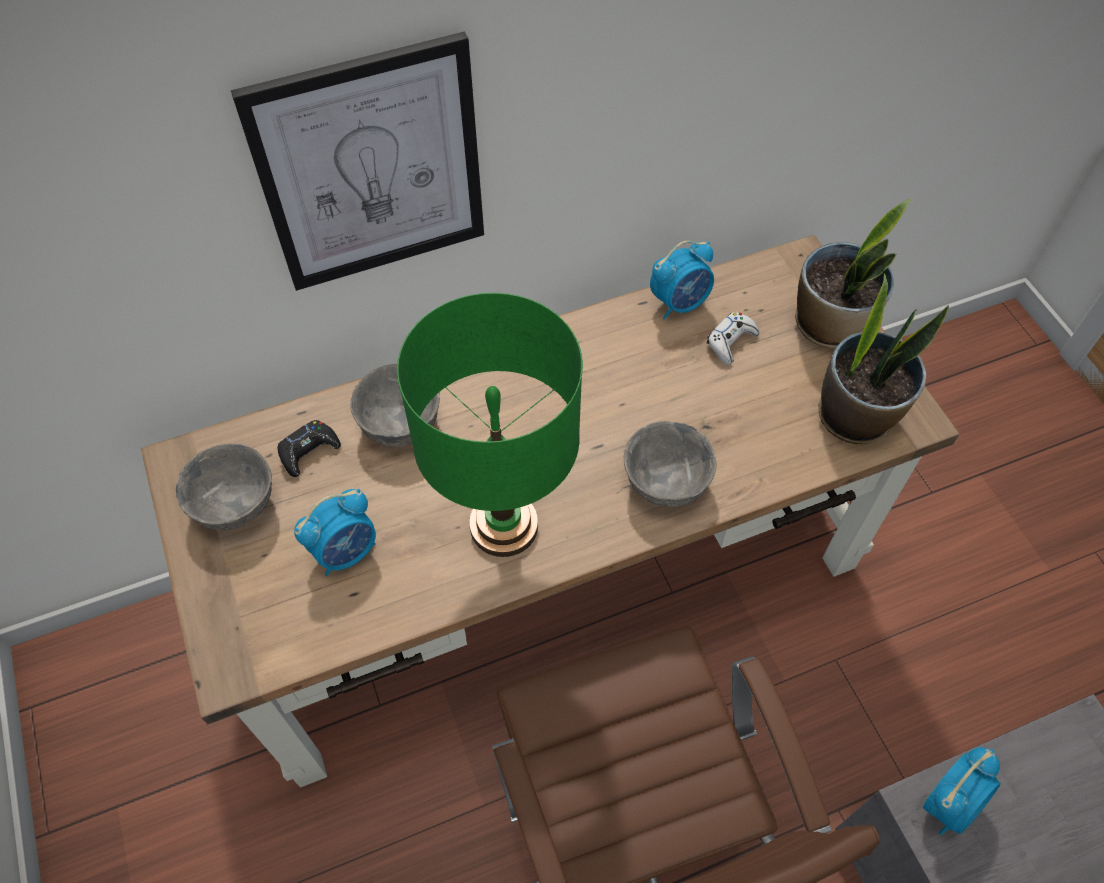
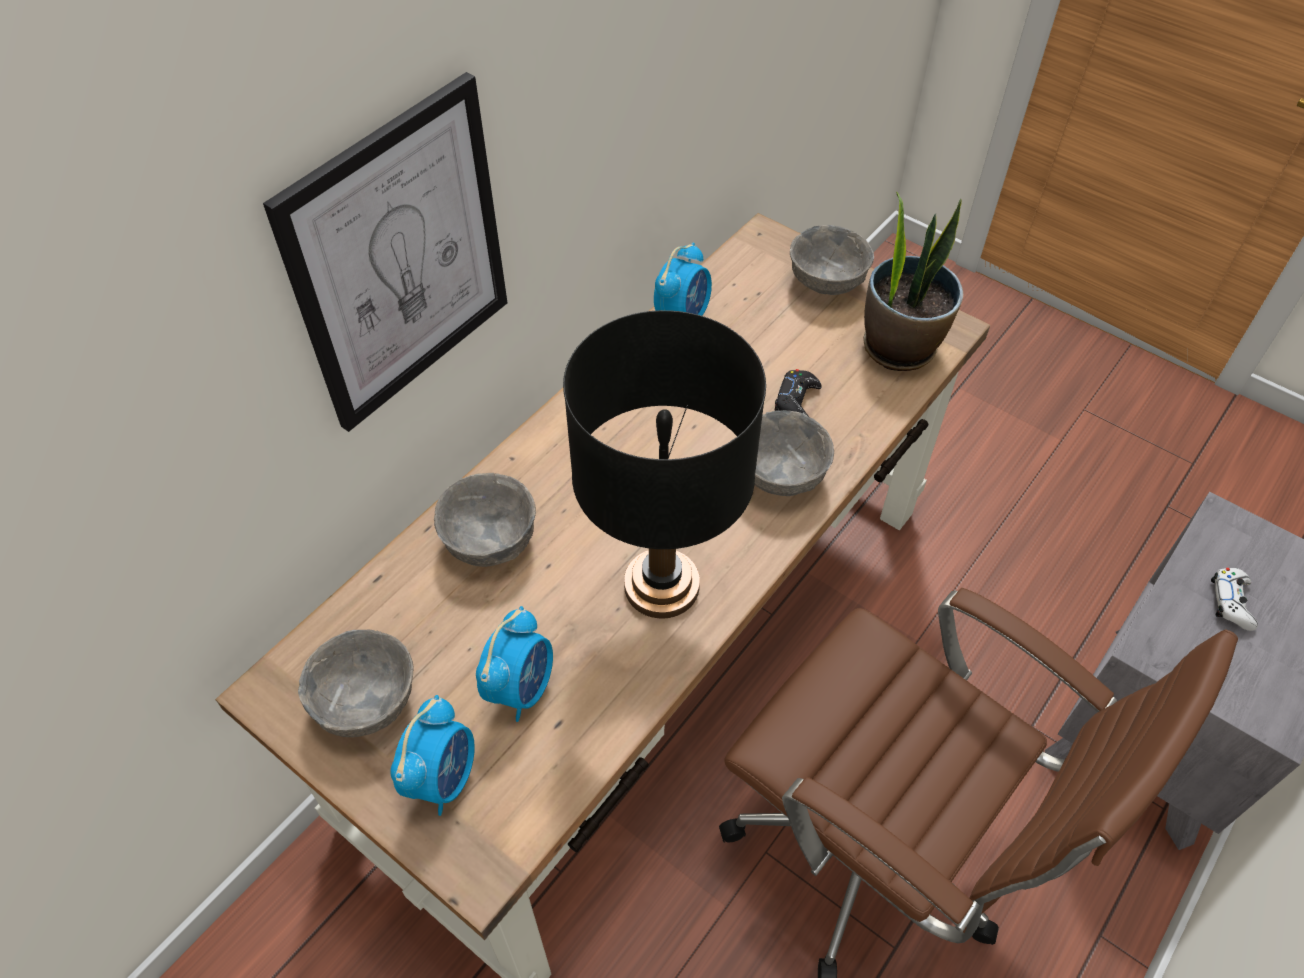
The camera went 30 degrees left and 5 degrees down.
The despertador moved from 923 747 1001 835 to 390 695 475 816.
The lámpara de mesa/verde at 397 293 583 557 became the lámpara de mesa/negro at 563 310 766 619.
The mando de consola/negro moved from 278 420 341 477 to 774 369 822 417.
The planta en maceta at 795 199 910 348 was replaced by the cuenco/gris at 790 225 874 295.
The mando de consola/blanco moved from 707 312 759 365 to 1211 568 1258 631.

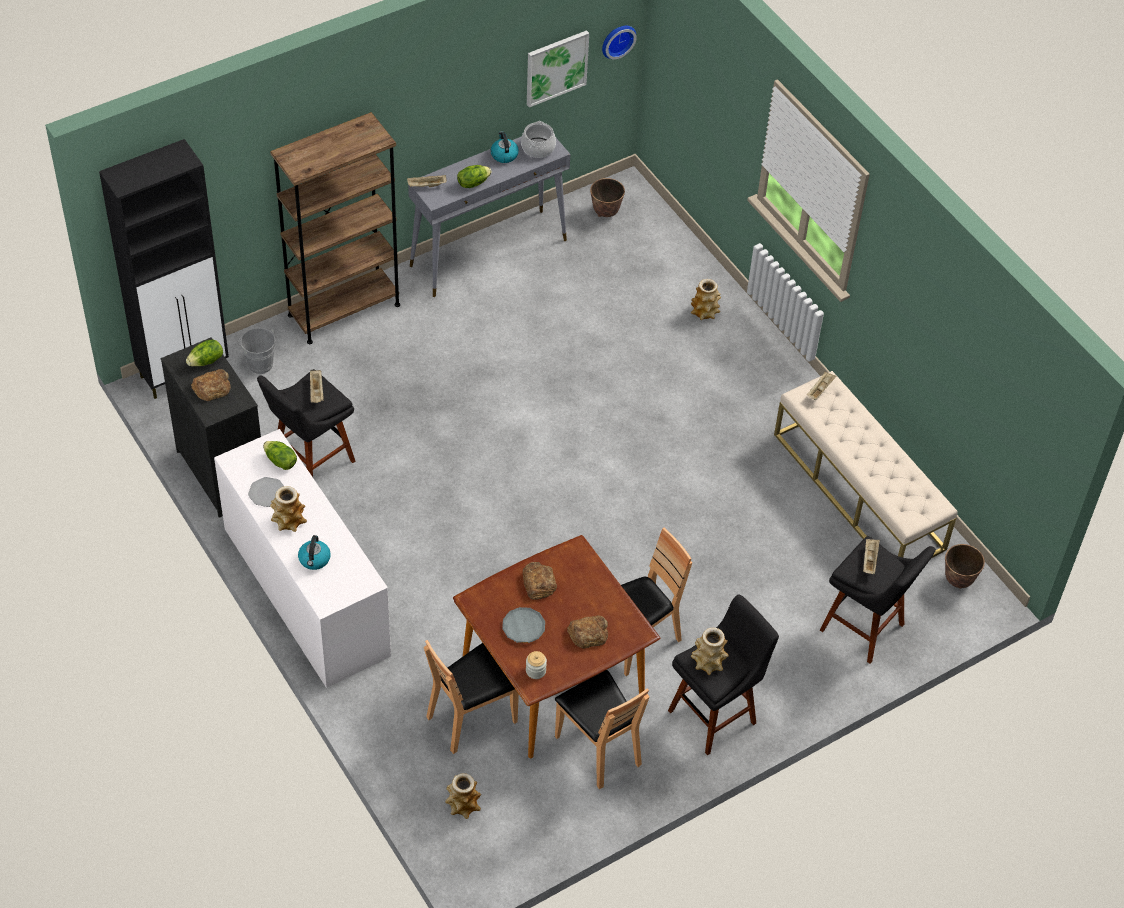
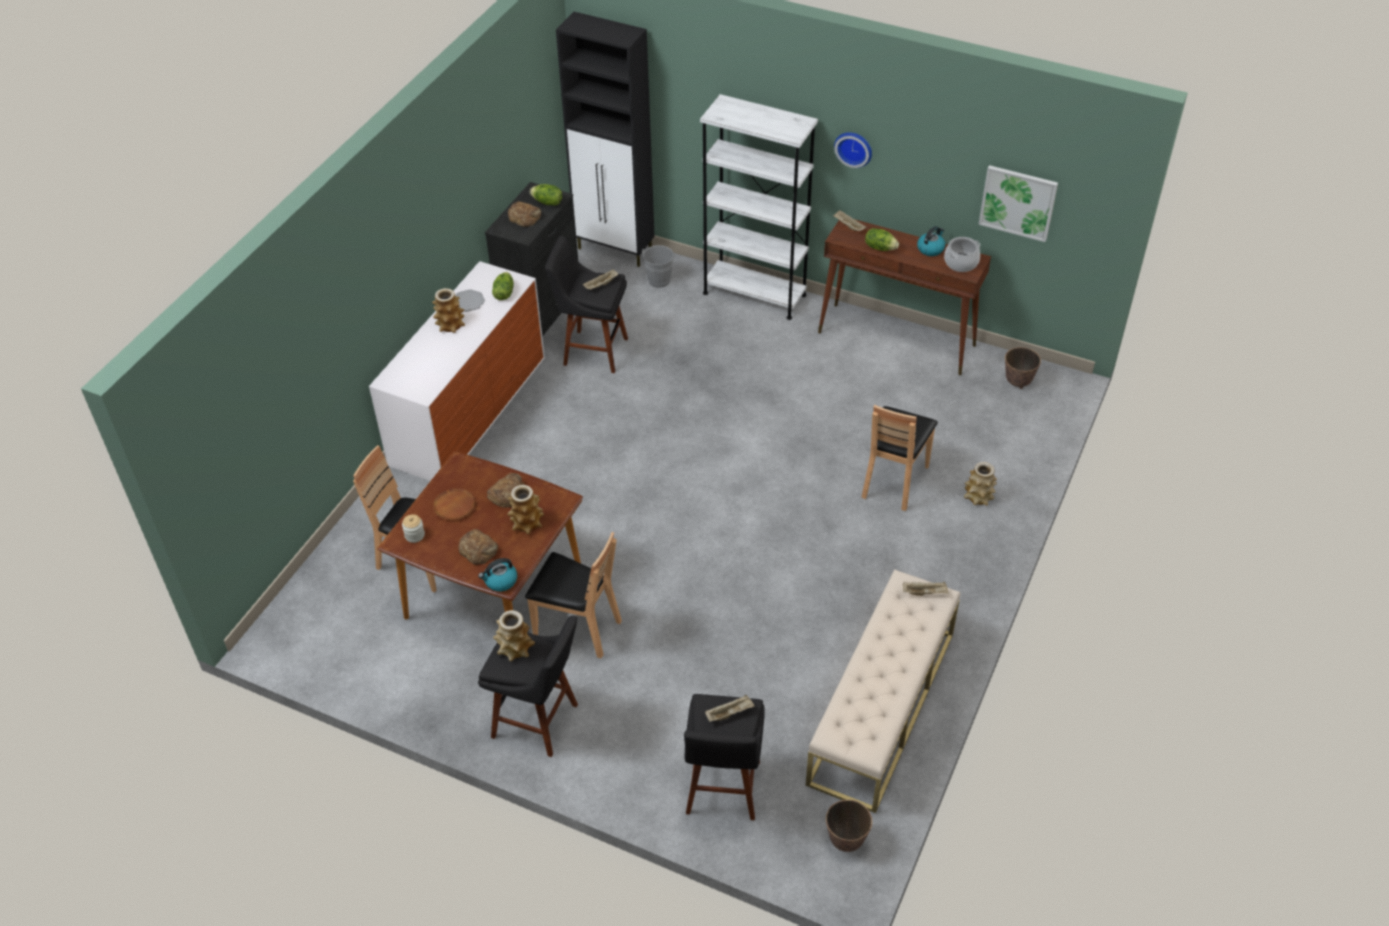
The camera went 60 degrees right and 5 degrees down.
The plato/gris at 502 607 545 643 became the plato/marrón at 433 488 476 520.
The hervidor moved from 298 535 331 570 to 478 558 517 592.
The florero moved from 445 773 481 819 to 507 485 544 534.
The estantería/marrón at 270 112 400 344 became the estantería/blanco at 700 94 818 320.
The mesa consola/gris at 408 136 570 297 became the mesa consola/marrón at 818 219 991 375.
The reloj de pared moved from 602 26 637 59 to 834 132 872 168.
The silla/marrón moved from 555 670 649 789 to 861 405 938 511.

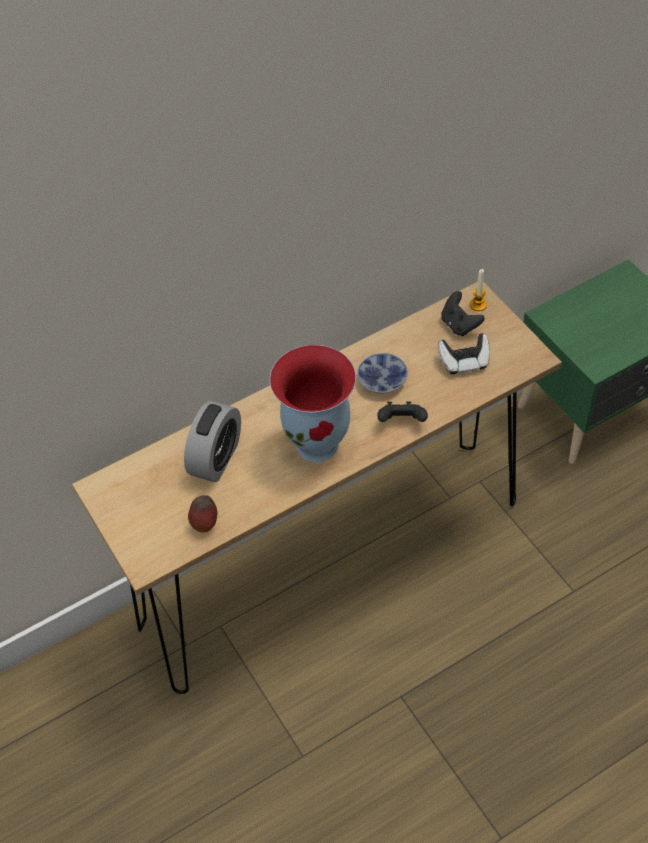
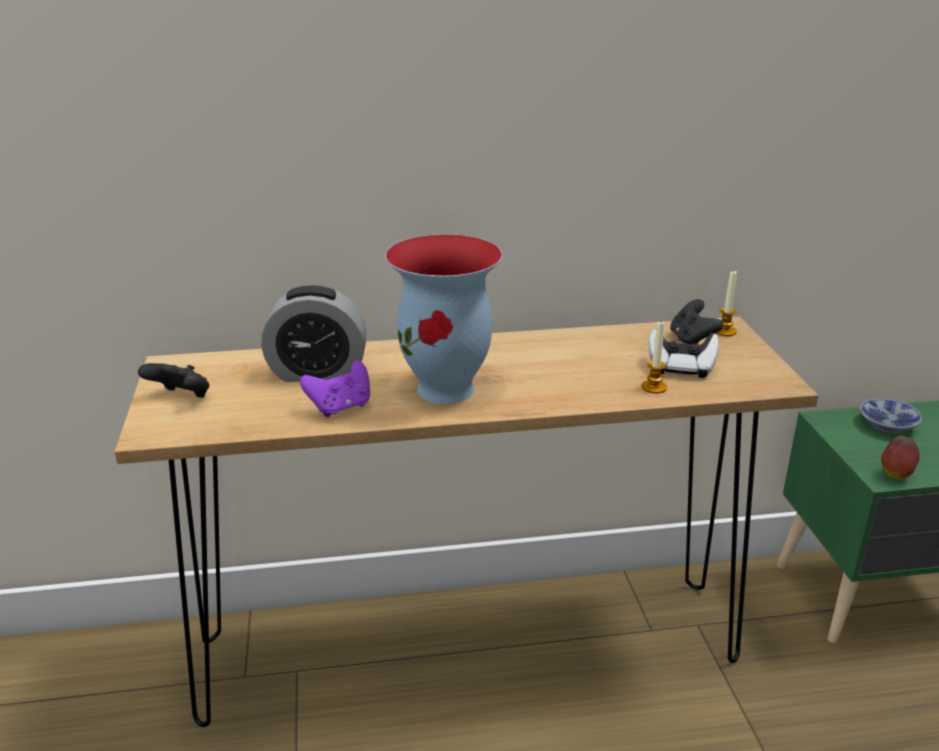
The camera went 20 degrees right and 25 degrees down.
The mando de consola/negro moved from 377 401 428 422 to 138 363 210 398.
The despertador at 184 401 241 482 turned 45 degrees clockwise.
The mando de consola/morado at 300 361 370 417 appeared.
The vela at 642 322 667 394 appeared.
The cuenco moved from 357 353 408 393 to 860 398 922 433.
The manzana moved from 188 495 217 533 to 881 436 920 480.

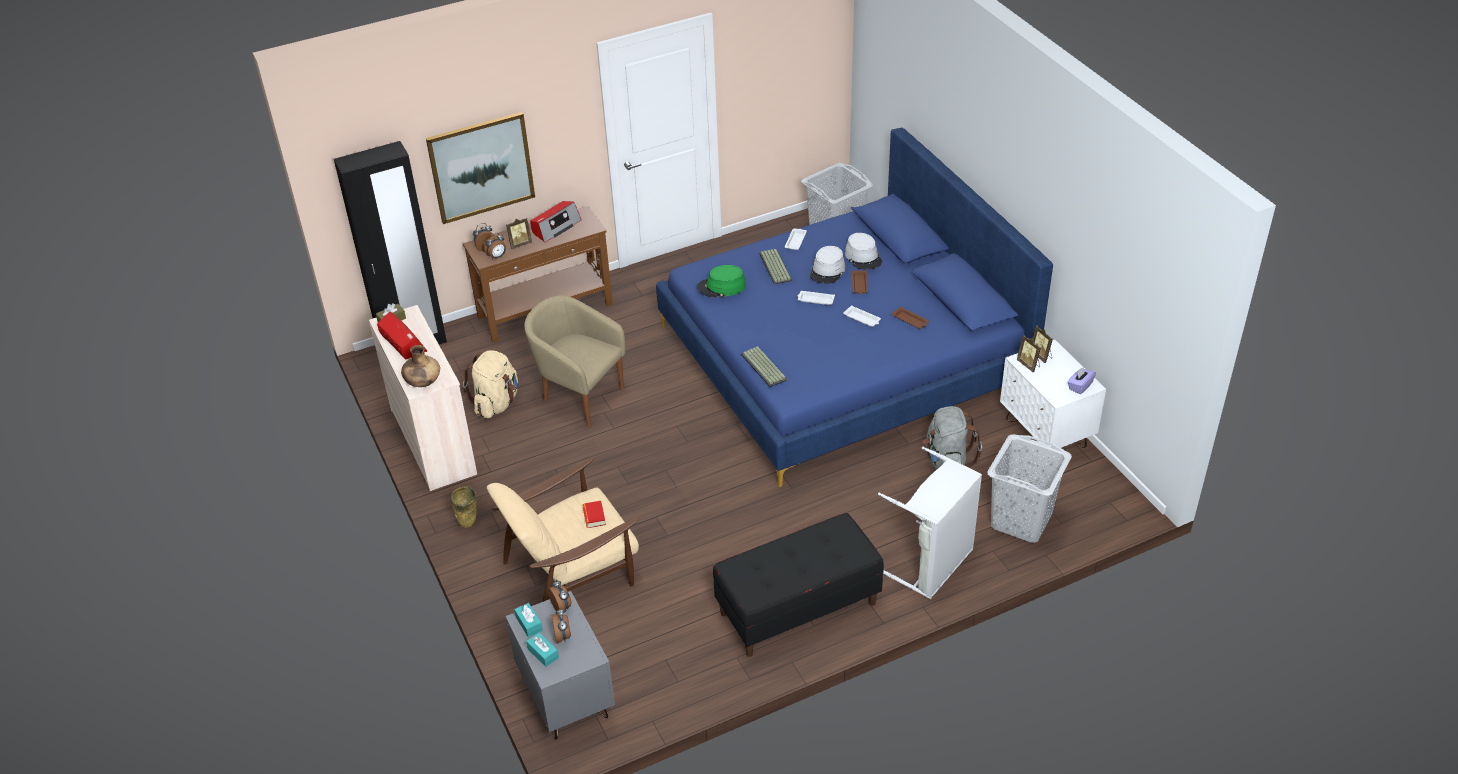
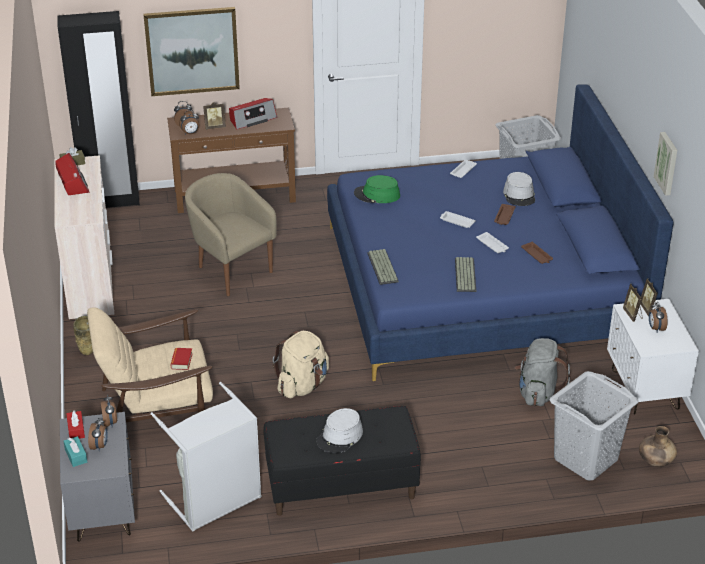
The camera went 15 degrees right and 5 degrees down.
The caja de pañuelos/turquesa at 514 603 543 637 became the caja de pañuelos/rojo at 66 410 85 439.
The cesto de la ropa/gris moved from 878 447 982 599 to 151 382 261 531.
The mochila/beis moved from 463 350 518 418 to 272 331 329 398.
The sombrero/gris moved from 810 246 845 284 to 316 408 363 453.
The teclado moved from 759 249 792 285 to 455 257 476 292.
The florero/marrón moved from 401 345 440 387 to 639 426 677 467.
The despertador at 649 302 668 332 appeared.
The cuadro at 653 132 677 196 appeared.
The caja de pañuelos/morado at 1068 367 1096 394 disappeared.

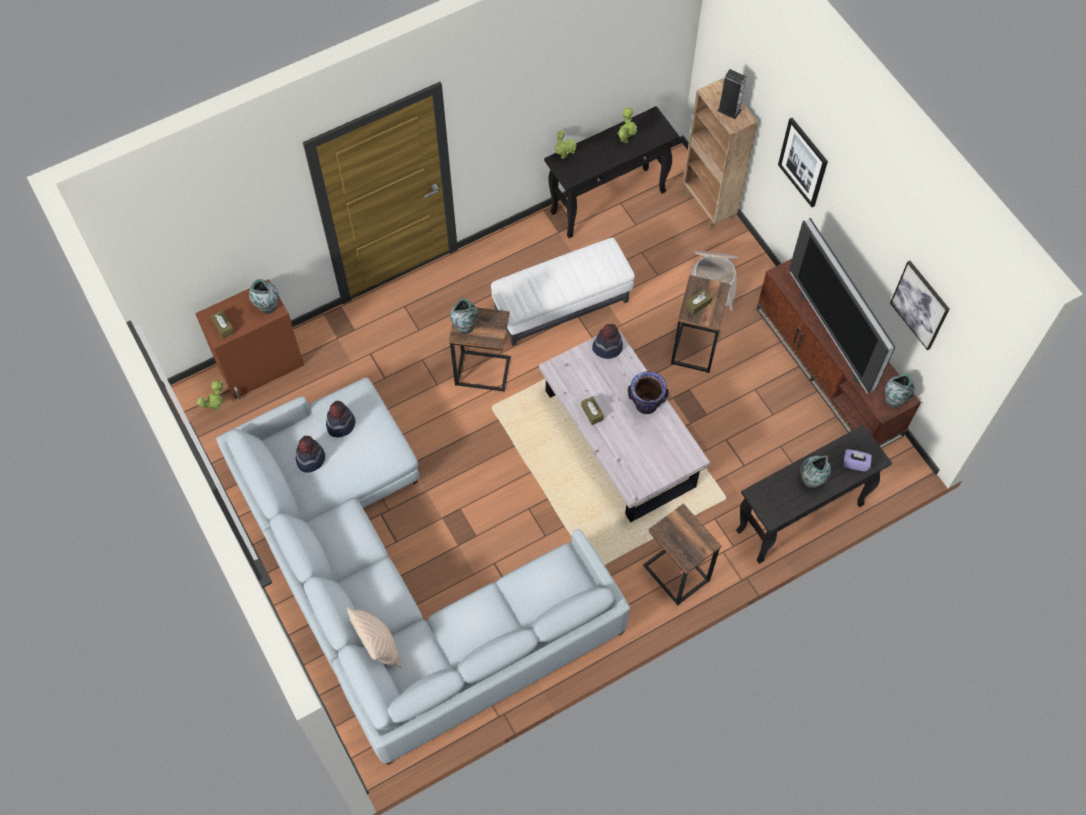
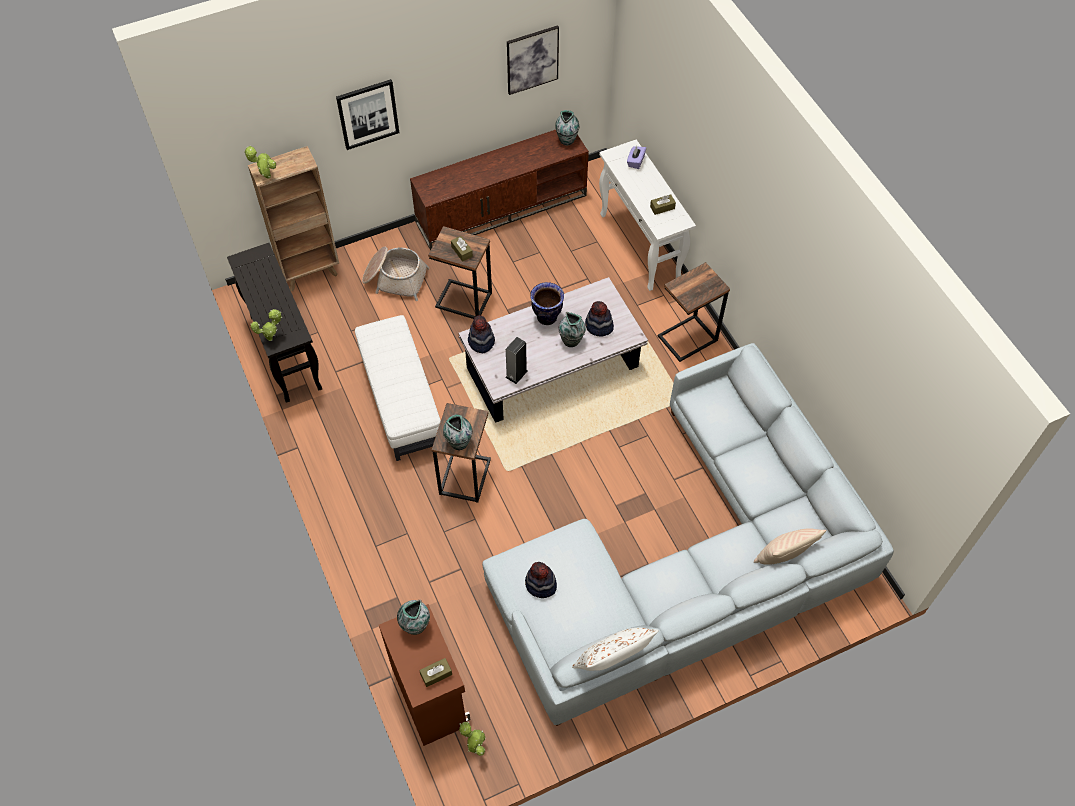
The camera went 85 degrees left and 5 degrees down.
The planta en maceta moved from 618 107 637 143 to 244 145 276 179.
The altavoz moved from 717 69 746 119 to 505 337 528 384.
The florero moved from 801 455 831 488 to 558 312 586 347.
The cojín/blanco at 572 628 659 671 appeared.
The sombrero moved from 296 436 325 473 to 585 301 614 337.
The mesa consola/negro at 736 425 892 564 became the mesa consola/blanco at 599 139 696 291.
The caja de pañuelos/marrón moved from 581 396 604 425 to 650 195 676 215.
The televisor at 789 218 895 394 disappeared.

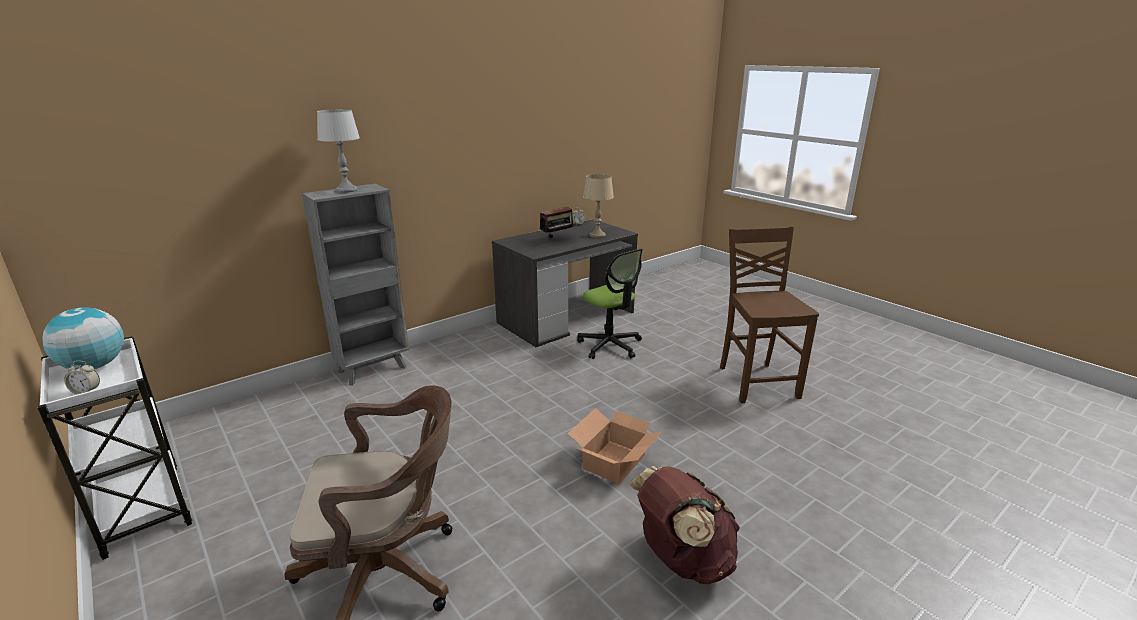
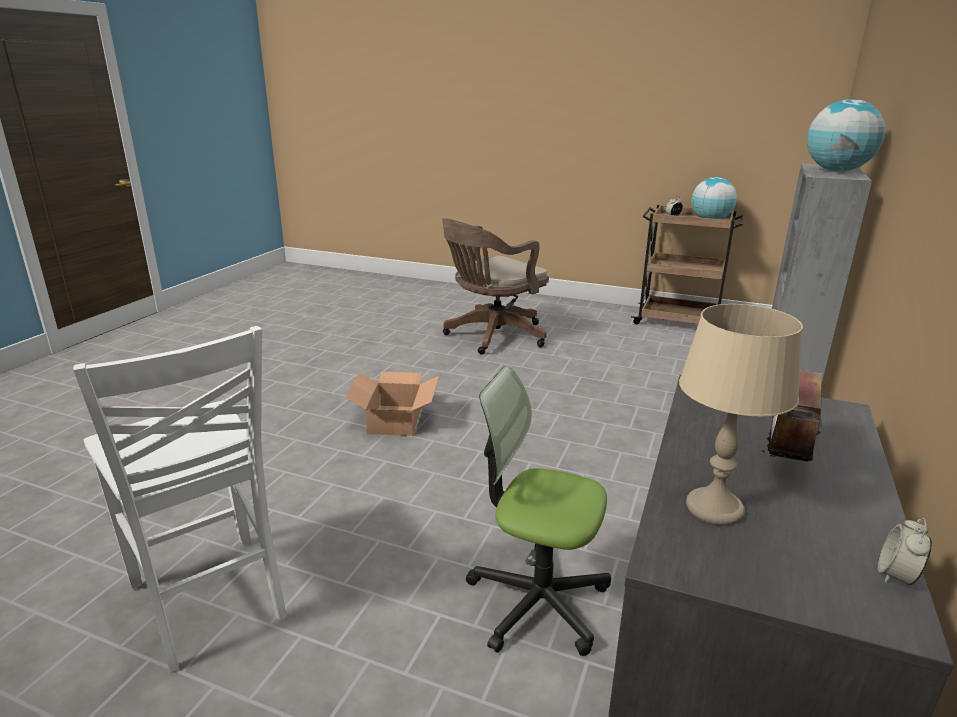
The camera went 150 degrees right and 0 degrees up.
The silla/marrón at 720 226 819 403 became the silla/blanco at 74 326 287 673.
The carrito/blanco at 37 336 192 560 became the carrito/marrón at 631 205 744 324.
The lámpara de mesa/gris at 317 109 360 193 was replaced by the globo terráqueo at 807 99 885 172.
The mochila/marrón at 629 466 740 584 disappeared.

